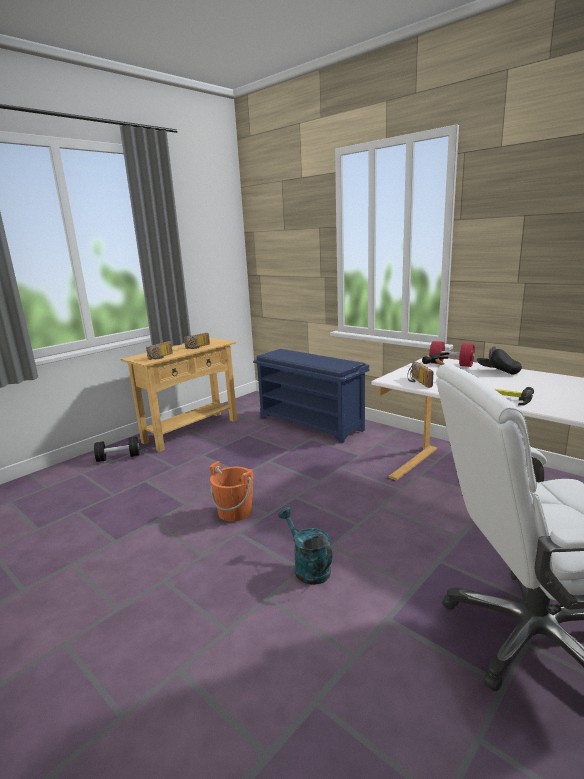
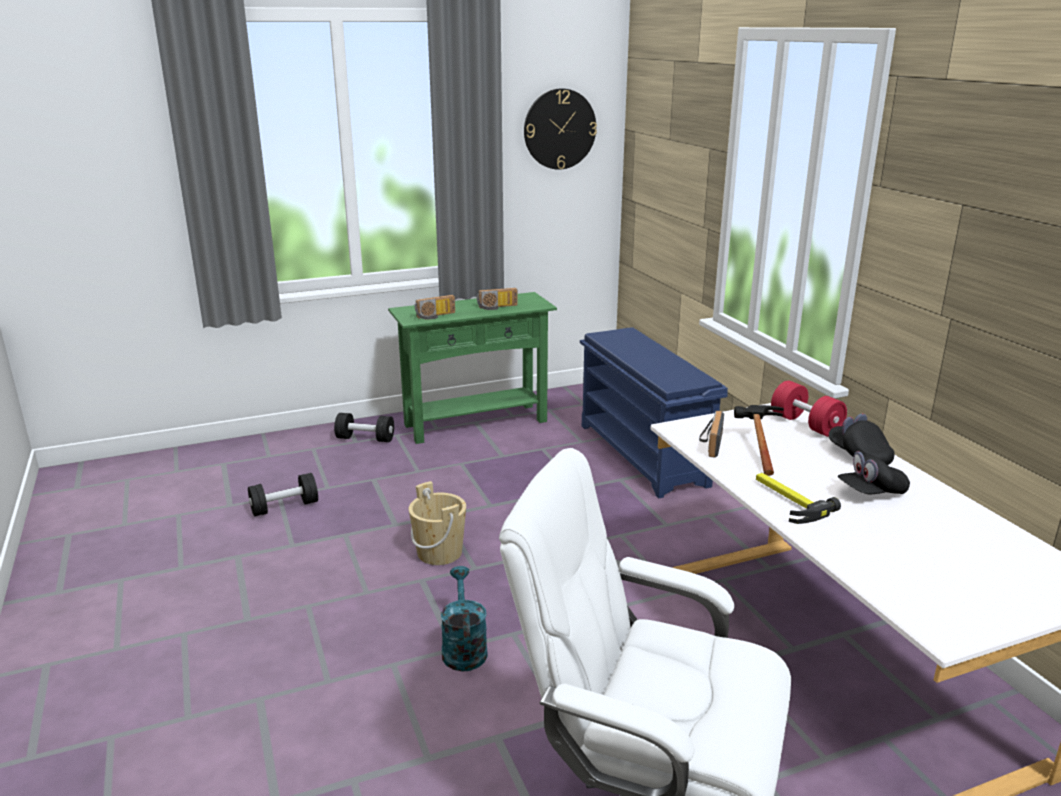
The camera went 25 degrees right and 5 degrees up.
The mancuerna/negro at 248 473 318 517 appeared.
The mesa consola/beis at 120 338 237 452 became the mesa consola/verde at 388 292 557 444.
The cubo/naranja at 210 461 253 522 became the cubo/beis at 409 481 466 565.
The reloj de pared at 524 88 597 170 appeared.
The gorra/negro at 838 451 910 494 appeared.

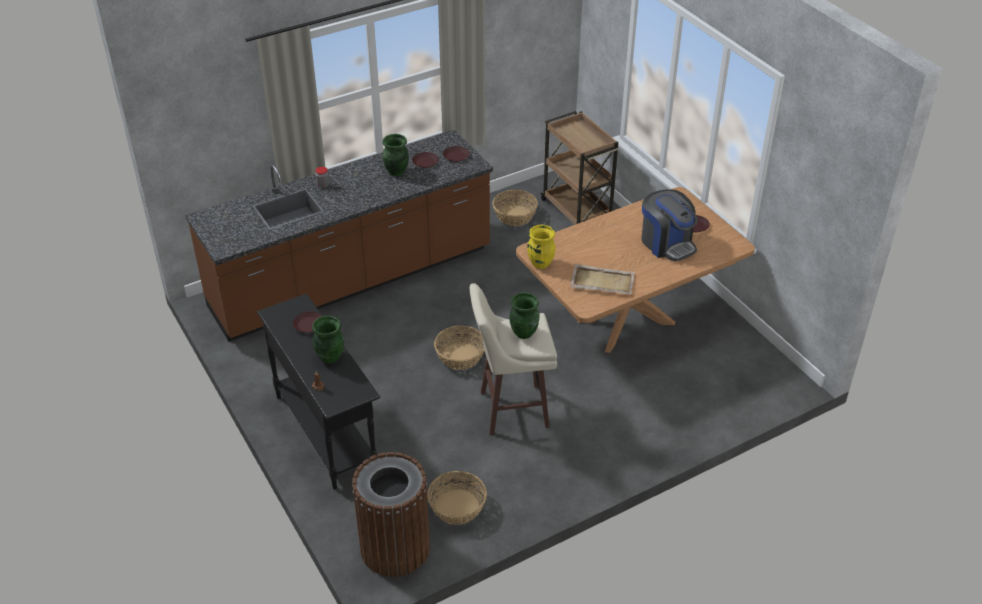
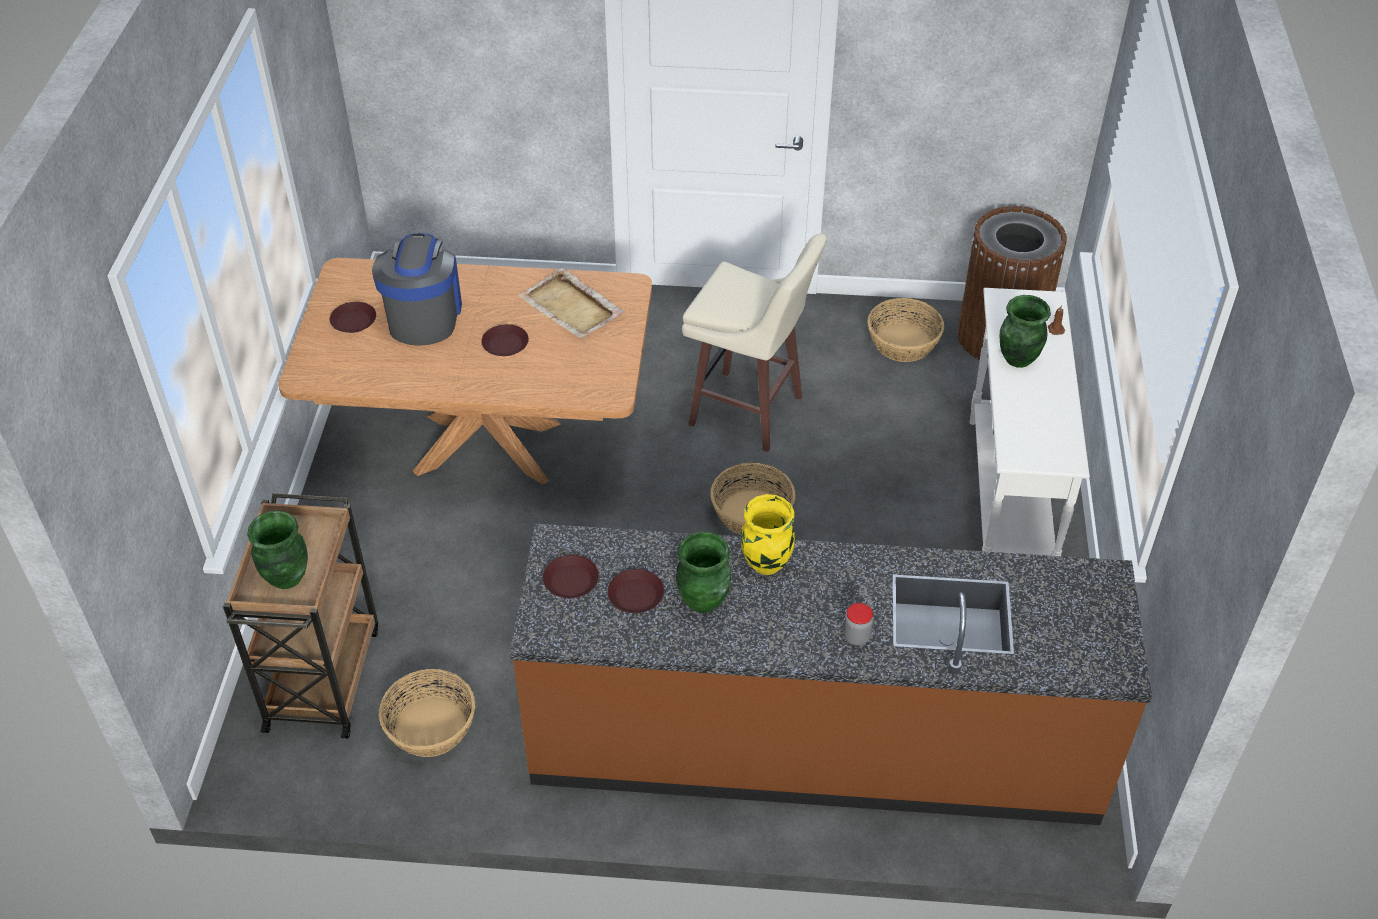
The camera went 145 degrees left and 5 degrees up.
The florero/verde moved from 509 292 539 339 to 247 511 308 589.
The plato/marrón moved from 293 312 322 333 to 481 324 529 356.
The florero/amarillo moved from 527 225 556 269 to 741 494 795 575.
The mesa consola/negro at 257 293 380 490 became the mesa consola/blanco at 969 288 1090 556.

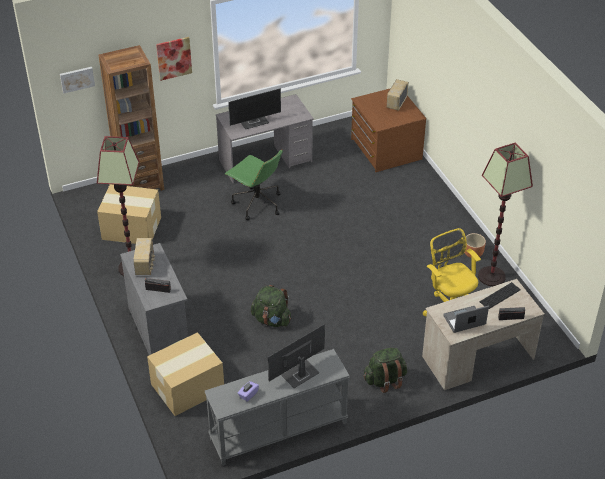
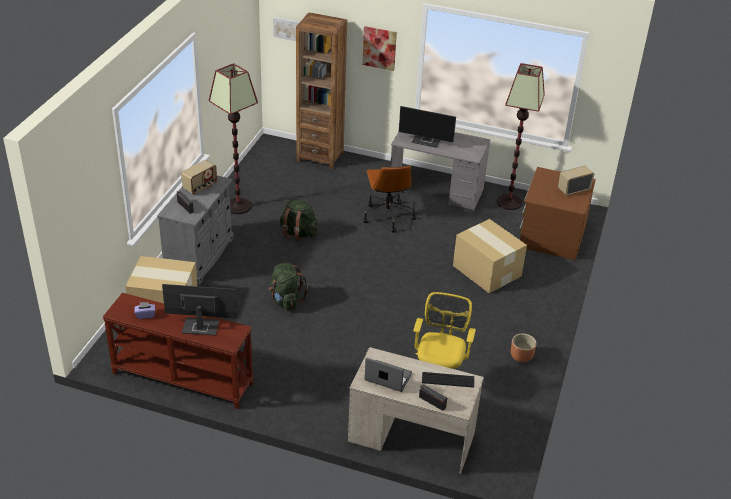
The camera went 40 degrees right and 5 degrees down.
The mesa consola/gris at 205 349 350 466 became the mesa consola/marrón at 103 293 254 409.
The mochila/verde moved from 363 348 407 393 to 280 200 319 241.
The silla de oficina/verde at 225 150 283 220 became the silla de oficina/marrón at 363 165 416 233.
The caja de cartón moved from 97 184 161 244 to 453 219 527 293.
The lámpara de pie moved from 478 143 533 286 to 497 63 545 210.

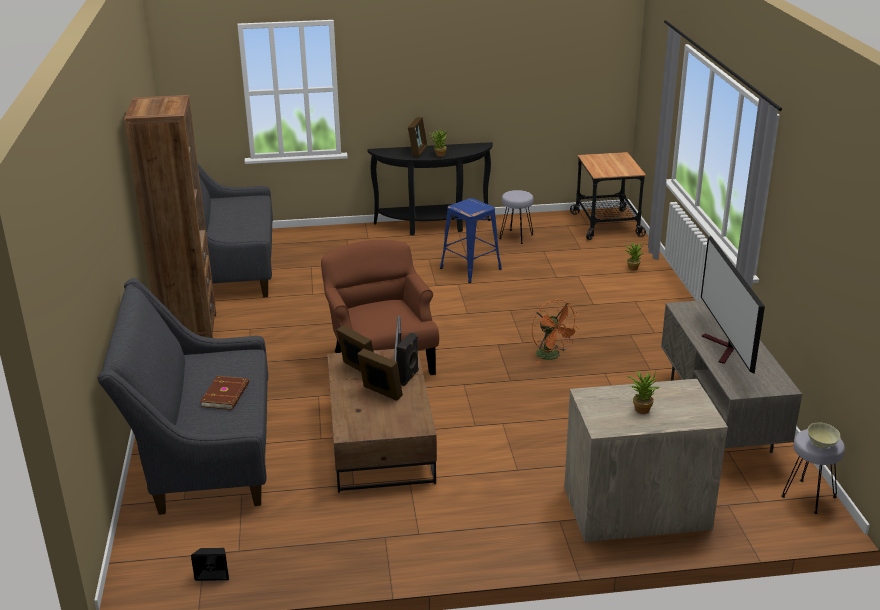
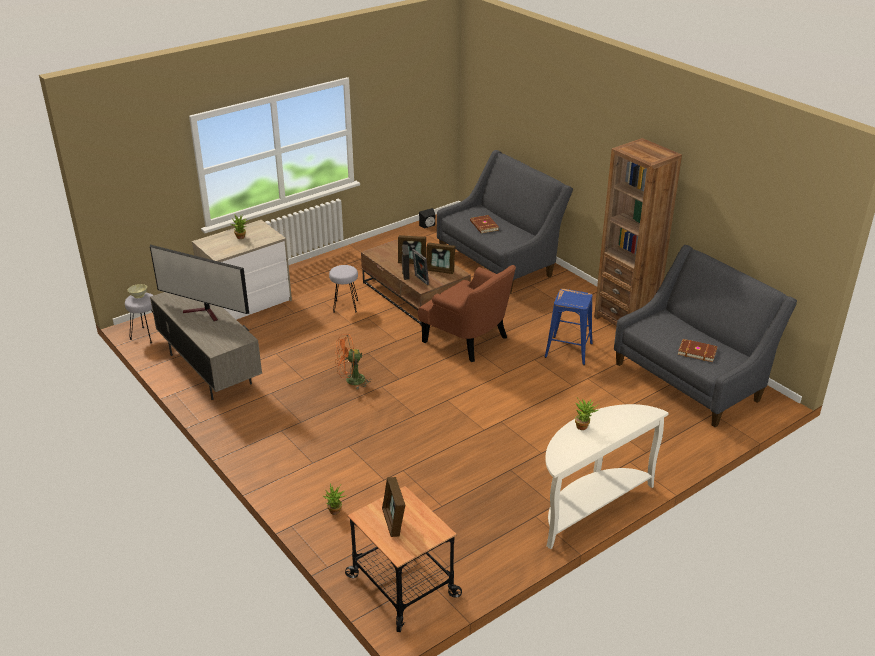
The camera went 150 degrees right and 5 degrees up.
The televisor at 701 236 765 374 turned 150 degrees clockwise.
The taburete/gris moved from 499 190 534 244 to 329 265 358 313.
The ventilador/naranja at 532 300 578 364 turned 45 degrees counterclockwise.
The portarretratos moved from 408 117 428 157 to 382 477 405 537.
The taburete/azul moved from 440 198 502 283 to 545 289 593 365.
The mesa consola/negro at 367 142 493 236 became the mesa consola/blanco at 545 404 668 549.
The libro/marrón at 678 339 718 362 appeared.

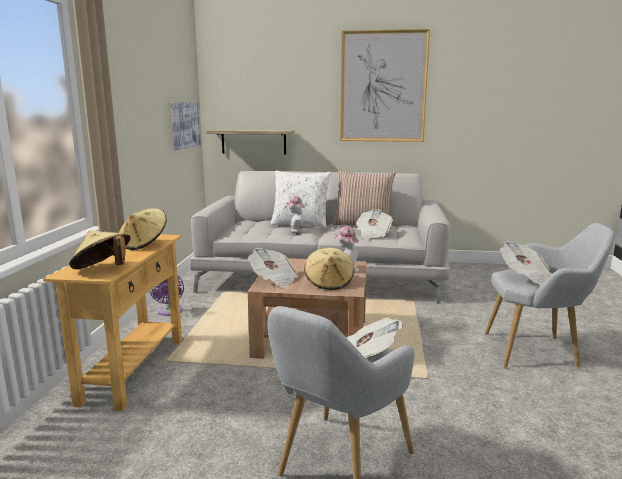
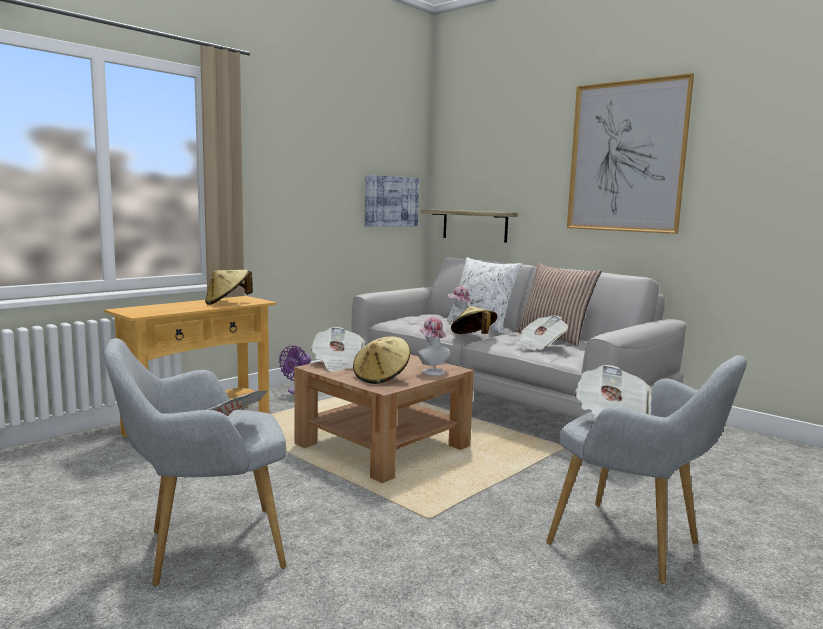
The camera went 35 degrees right and 5 degrees down.
The sombrero/beis moved from 69 230 131 269 to 451 306 497 334.

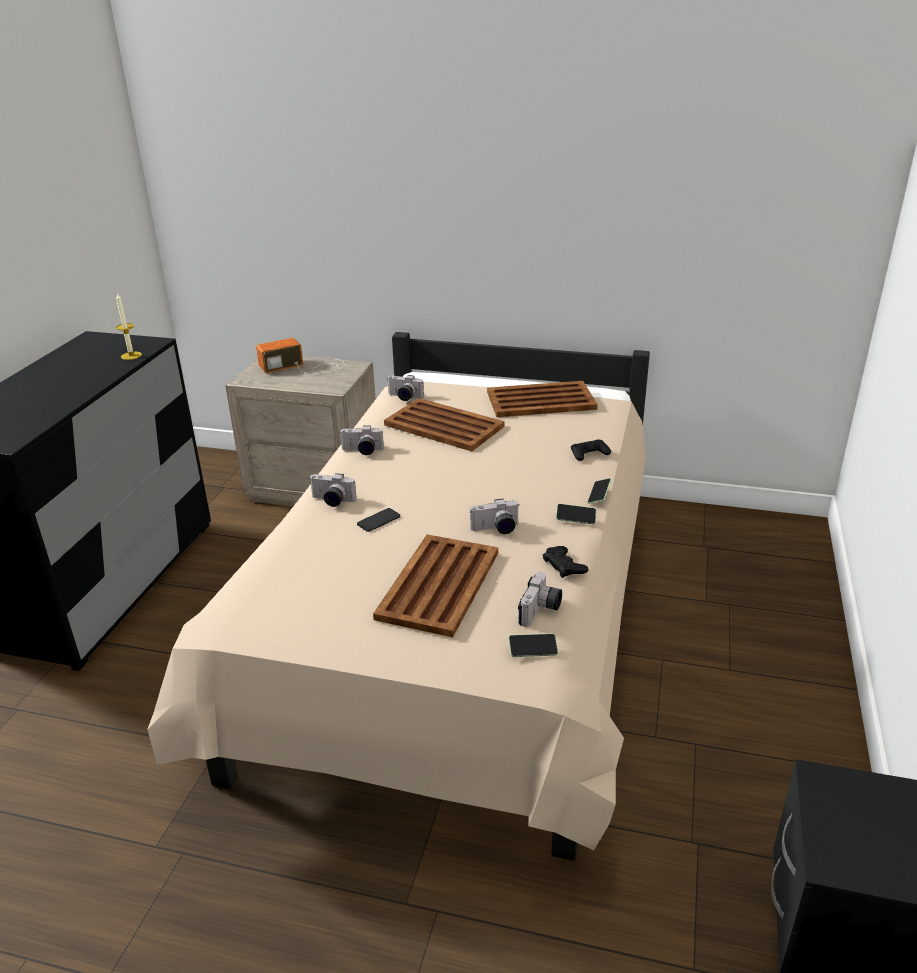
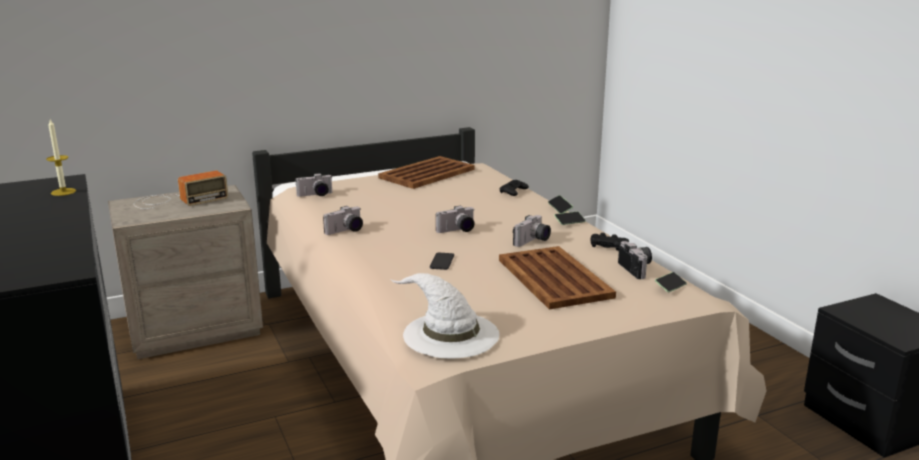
The camera went 40 degrees left and 10 degrees down.
The radio at 256 338 346 376 turned 150 degrees counterclockwise.
The sombrero/blanco at 390 273 499 359 appeared.
The cámara moved from 309 473 357 507 to 436 205 475 233.
The bandeja/marrón at 384 398 505 451 disappeared.

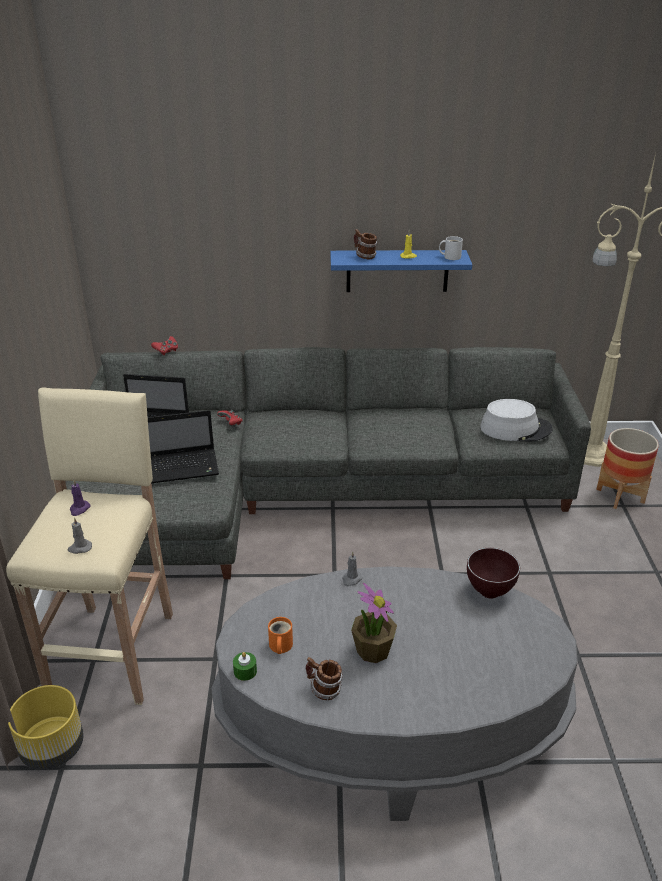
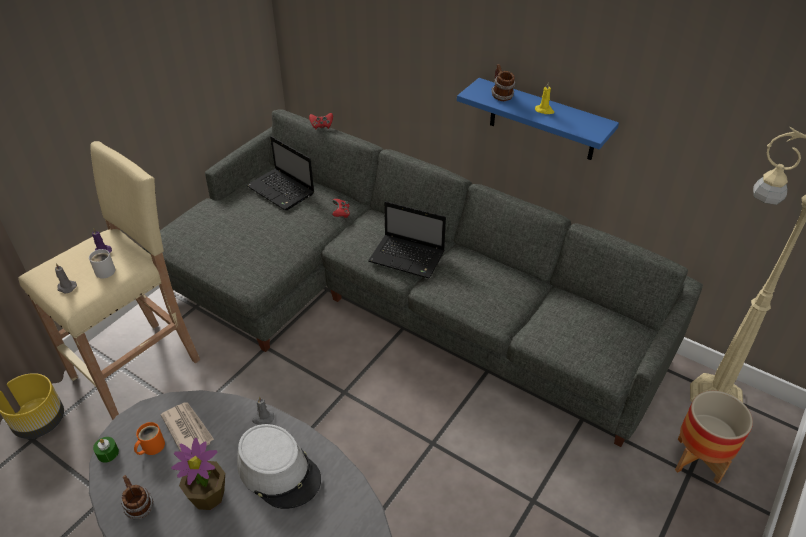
The camera went 35 degrees right and 10 degrees up.
The taza grande/blanco moved from 439 236 463 260 to 89 249 116 278.
The periódico at 161 402 214 452 appeared.
The sombrero/gris moved from 480 399 553 441 to 237 424 321 509.
The portátil moved from 148 410 219 483 to 368 201 446 279.
The cuenco/marrón at 467 548 520 598 disappeared.

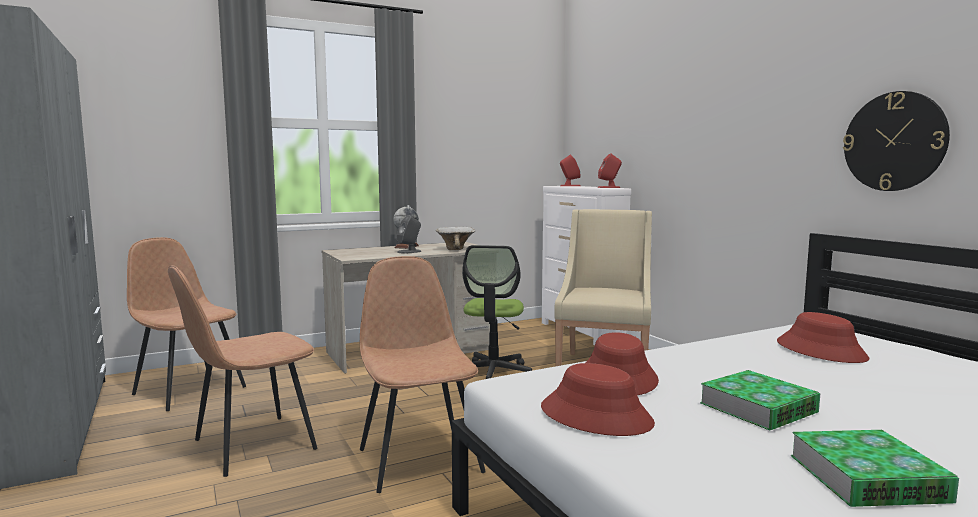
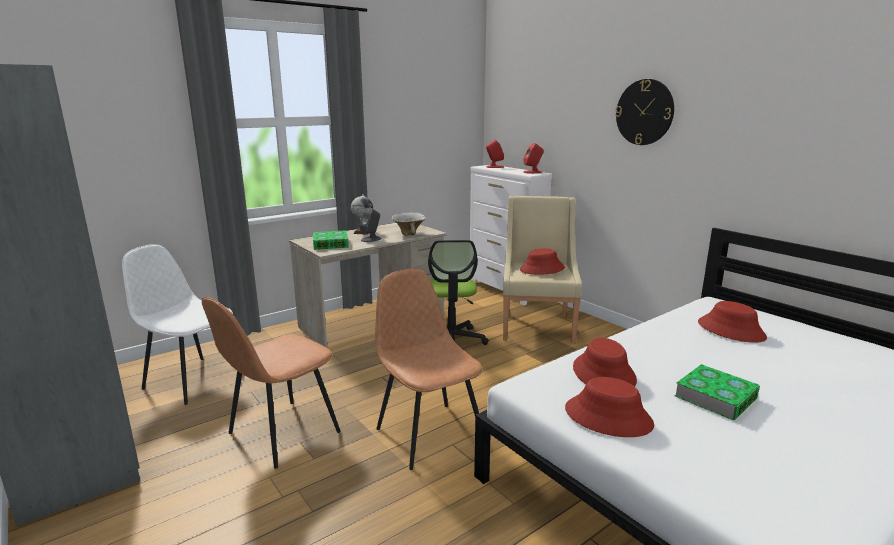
The camera went 10 degrees left and 10 degrees up.
The silla/marrón at 127 237 246 411 became the silla/blanco at 122 244 233 405.
The libro moved from 791 430 959 507 to 313 230 349 250.
The sombrero/rojo at 520 248 565 275 appeared.
The reloj de pared moved from 843 91 950 191 to 615 79 674 145.

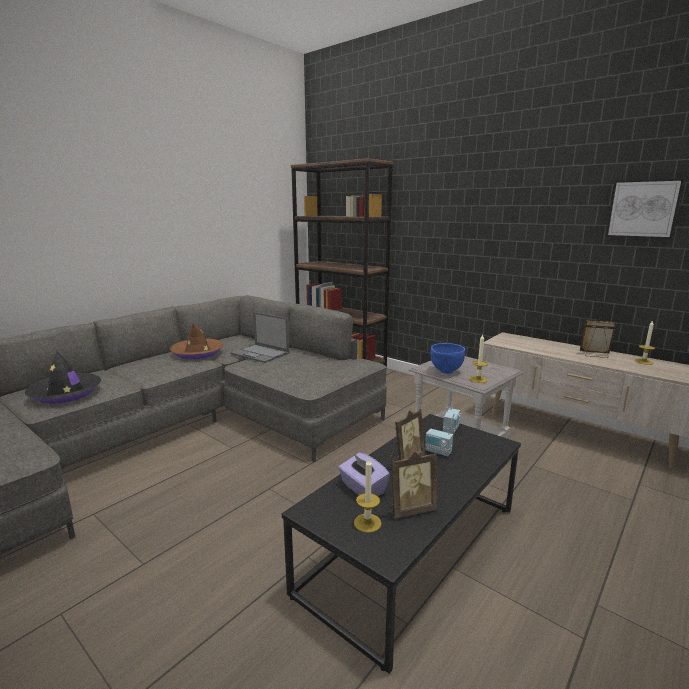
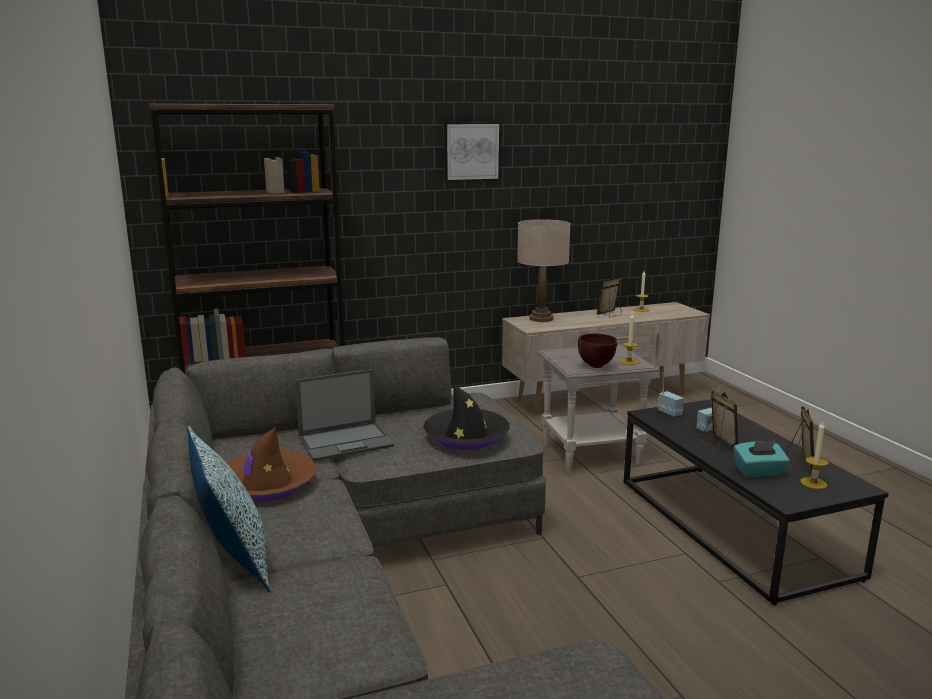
The camera went 60 degrees left and 0 degrees up.
The cojín at 187 426 271 592 appeared.
The sombrero/negro moved from 25 352 101 404 to 423 384 510 450.
The cuadro moved from 606 179 684 239 to 444 122 501 182.
The lámpara de mesa/beis at 517 219 571 322 appeared.
The cuenco/azul at 430 343 465 374 became the cuenco/marrón at 578 334 617 368.
The caja de pañuelos/morado at 338 453 390 496 became the caja de pañuelos/turquesa at 734 441 790 478.

